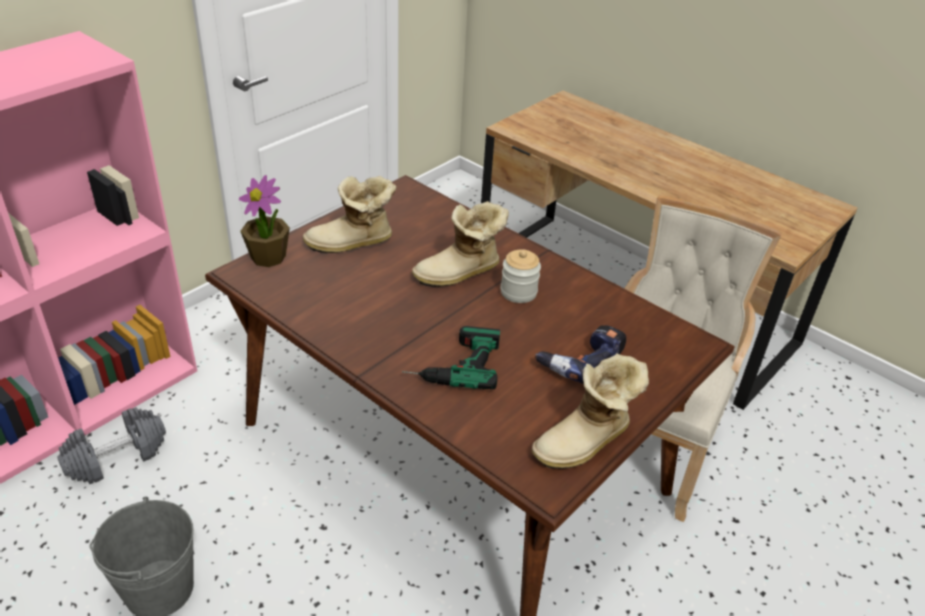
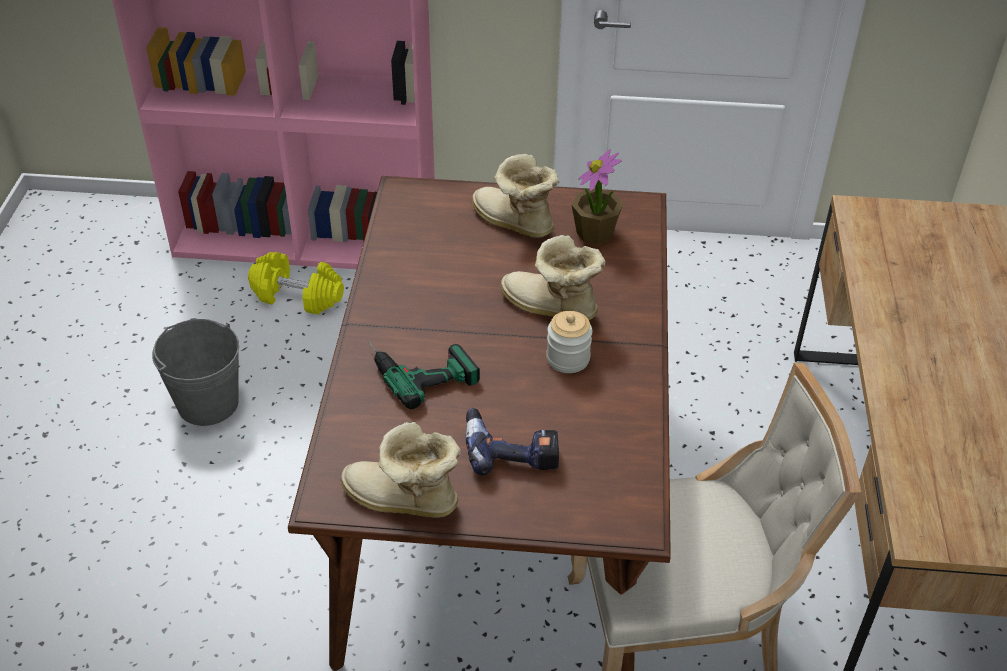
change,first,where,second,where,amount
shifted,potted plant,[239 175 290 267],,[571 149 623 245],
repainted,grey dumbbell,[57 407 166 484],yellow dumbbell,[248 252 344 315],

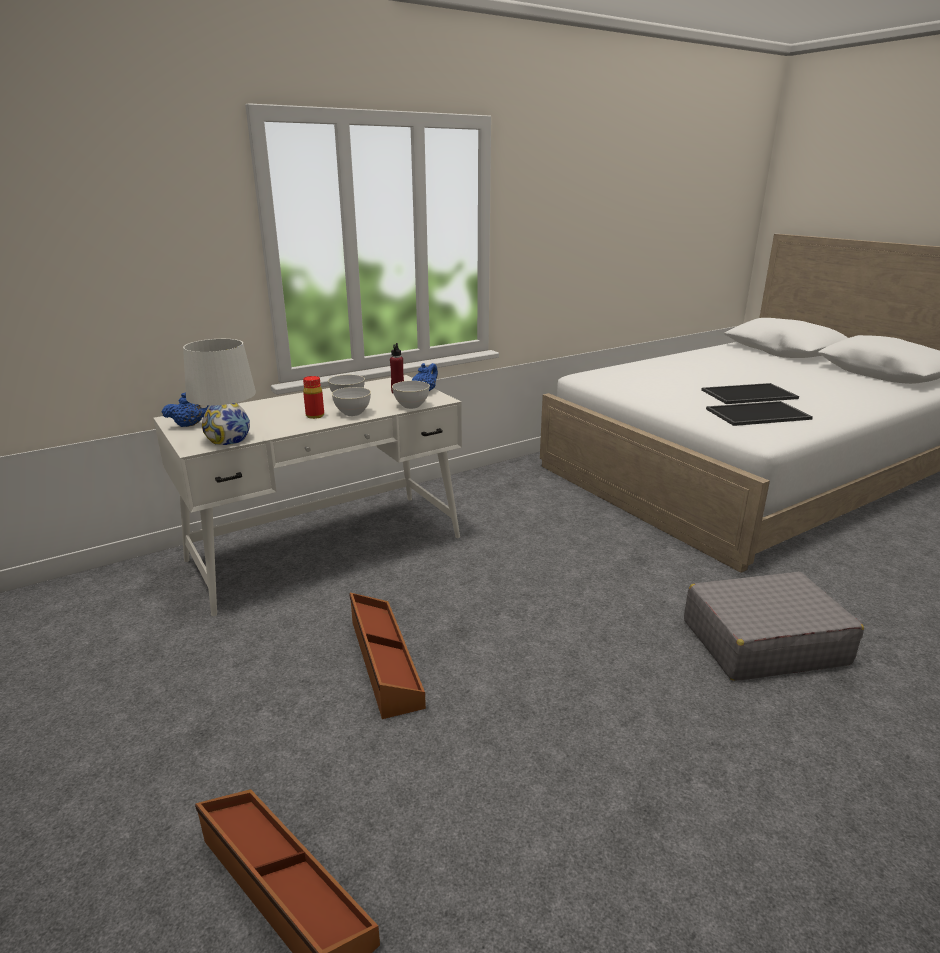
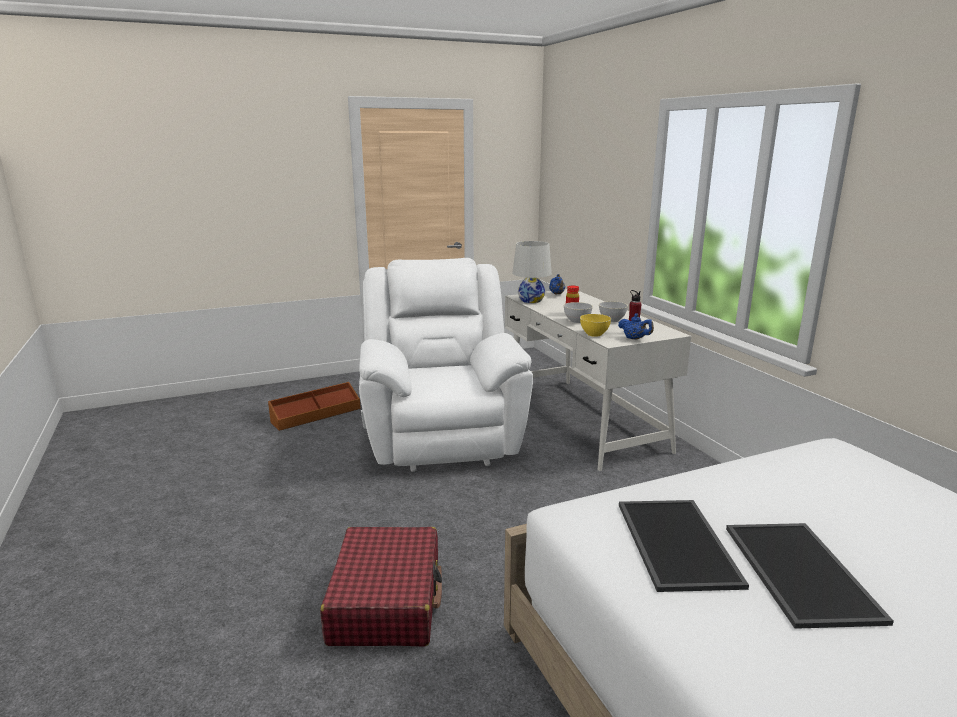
change,first,where,second,where,amount
swapped,brown storage box,[349 593 426 719],white armchair,[359 258 533 472],
repainted,grey bowl,[392 381 430 409],yellow bowl,[580 314 611 337],
repainted,grey suitcase,[684 572 864 681],red suitcase,[321 527 442 646],

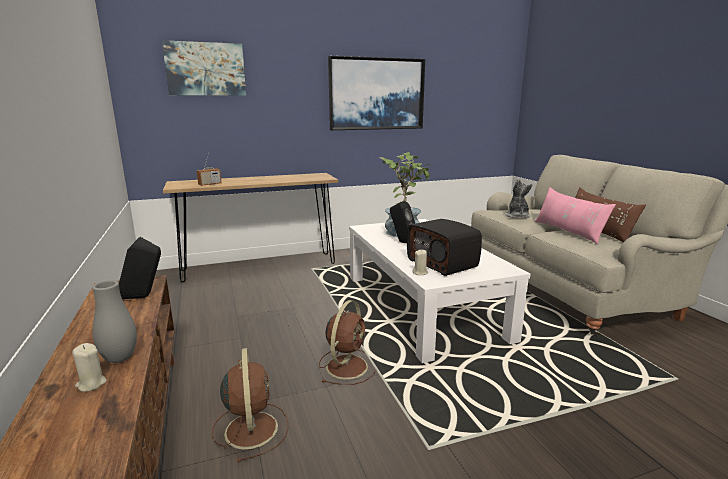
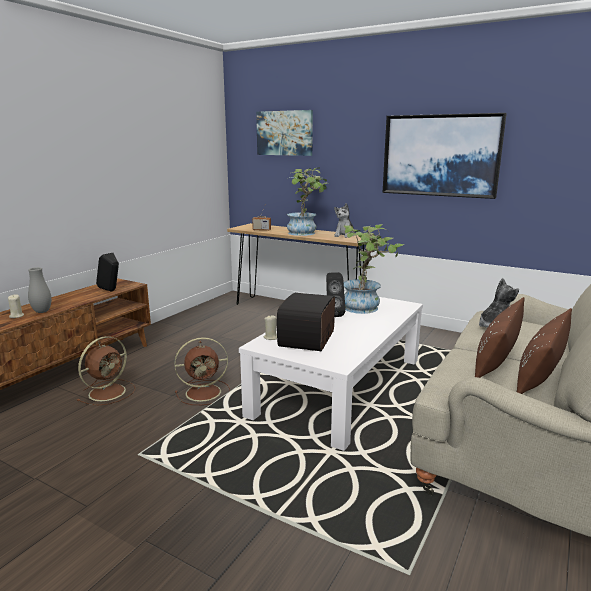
change,first,where,second,where,amount
new,,,potted plant,[287 167 327 236],
new,,,plush toy,[334 203 355 238],
repainted,pink pillow,[535 187 616 244],brown pillow,[475 297 525 378],

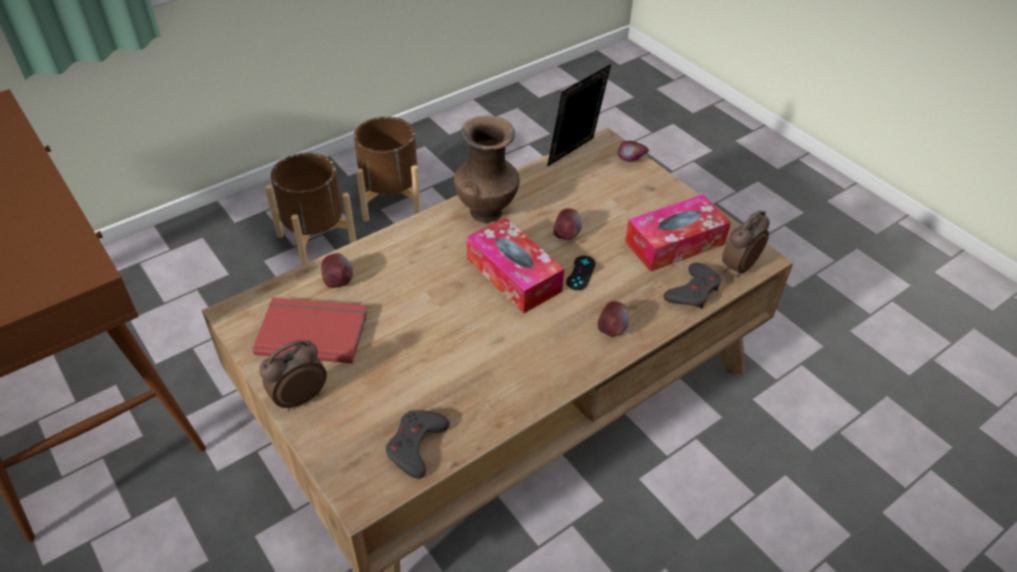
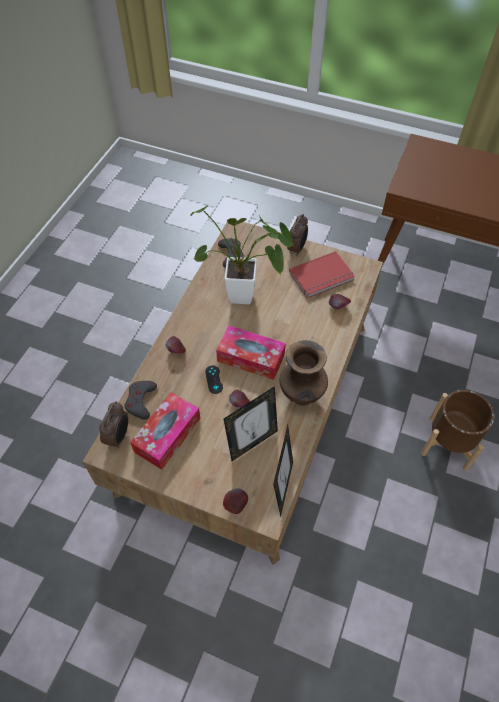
change,first,where,second,where,amount
gone,brown planter,[354 117 421 222],,,
new,,,potted plant,[190 205 293 304],
new,,,picture frame,[224 386 278 461],

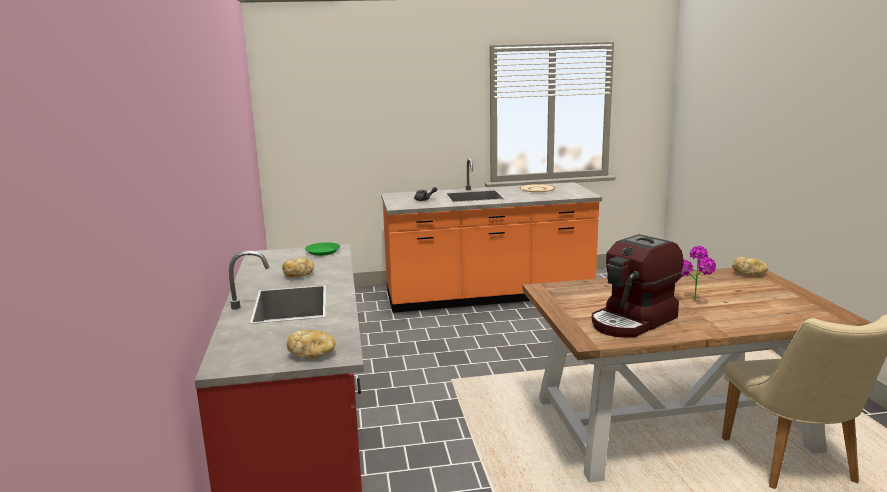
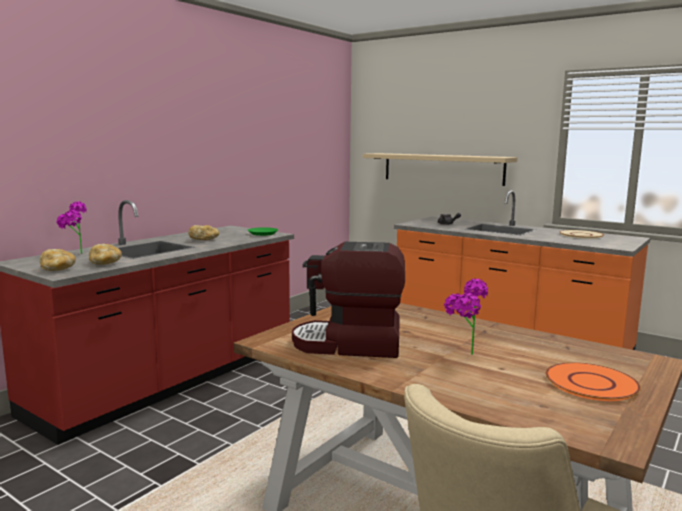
change,first,where,second,where,amount
new,,,potted plant,[56 202 87 254],
new,,,beige shelf,[363 153 518 186],
new,,,orange plate,[546 362 641 401],
shifted,bread,[732 257 768 276],,[89 244 122 265],

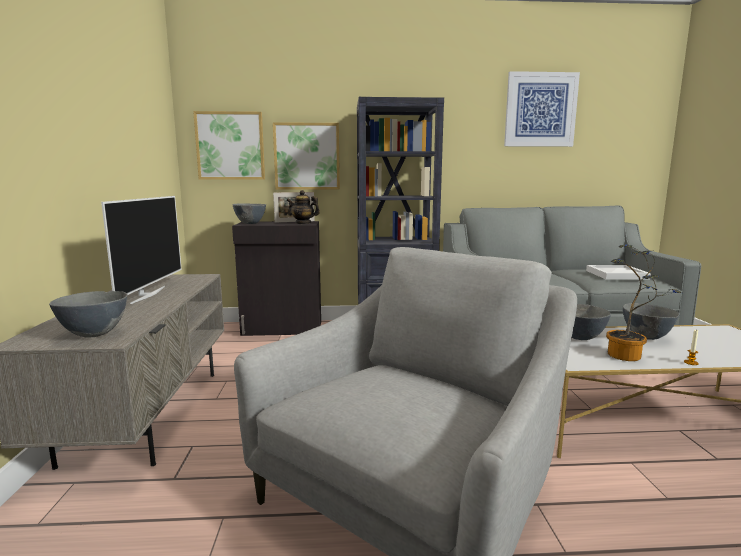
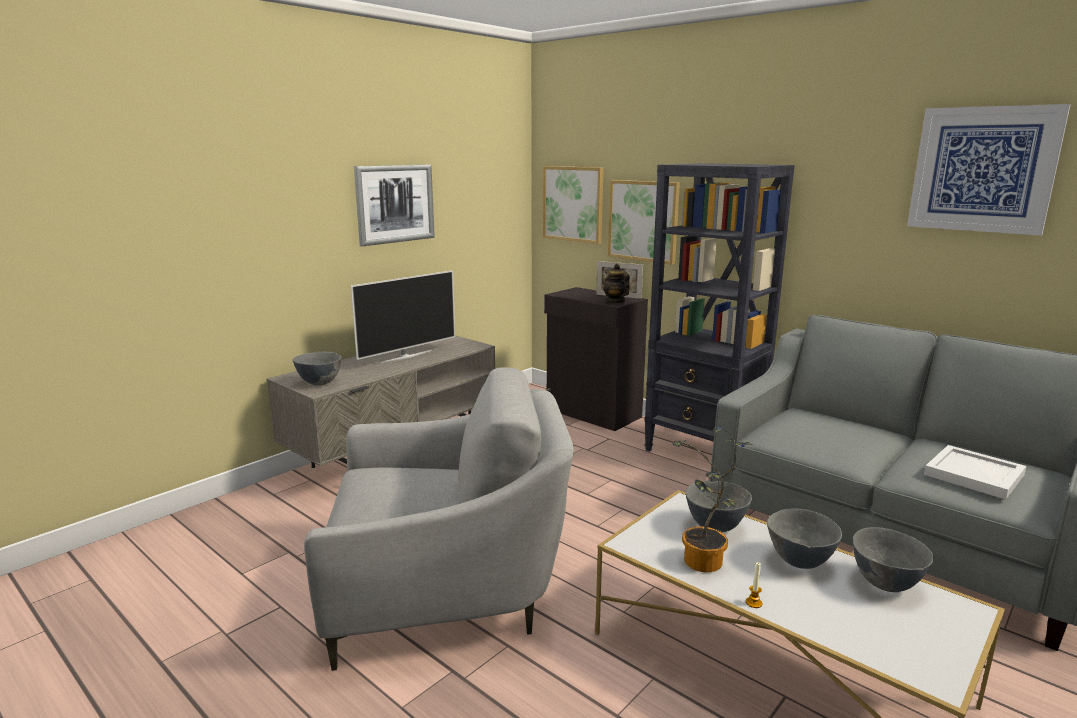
change,first,where,second,where,amount
new,,,picture,[354 165 435 246],
shifted,grey bowl,[233 203 266 224],,[853 527 934 592],

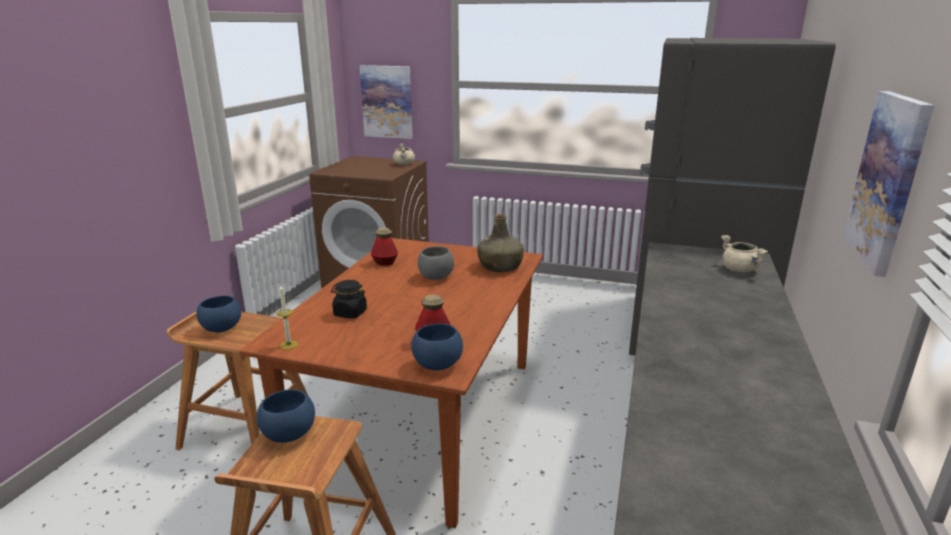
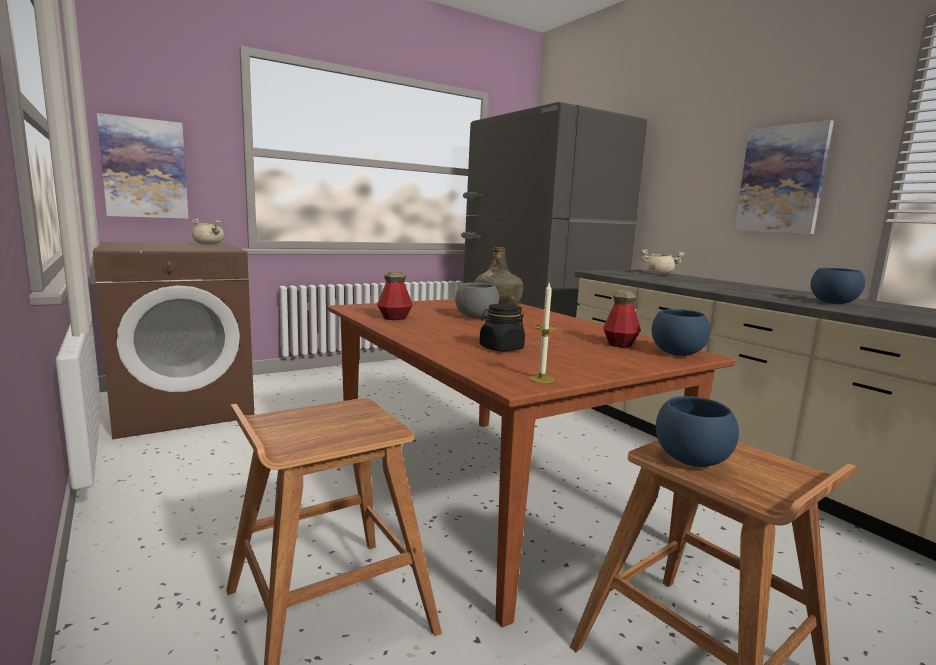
change,first,where,second,where,amount
shifted,blue bowl,[196 296 241 332],,[811 268 865 304],

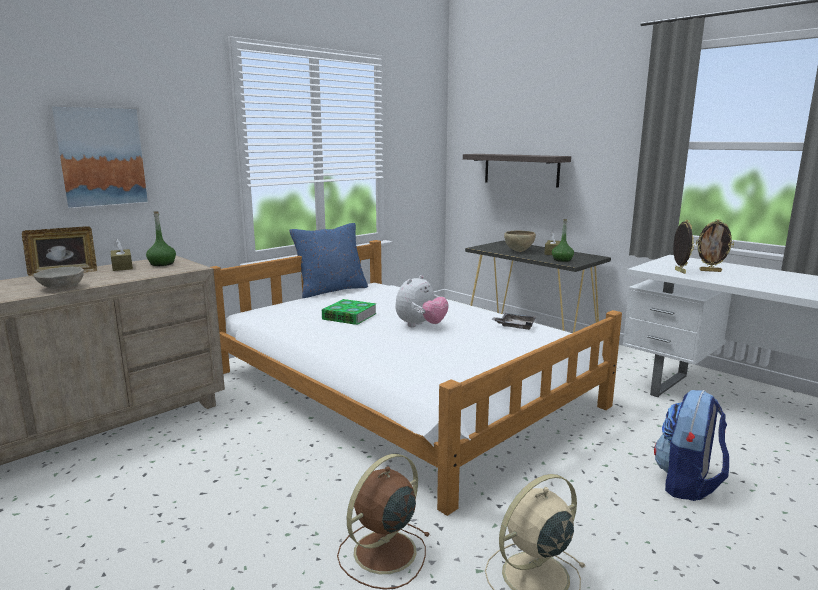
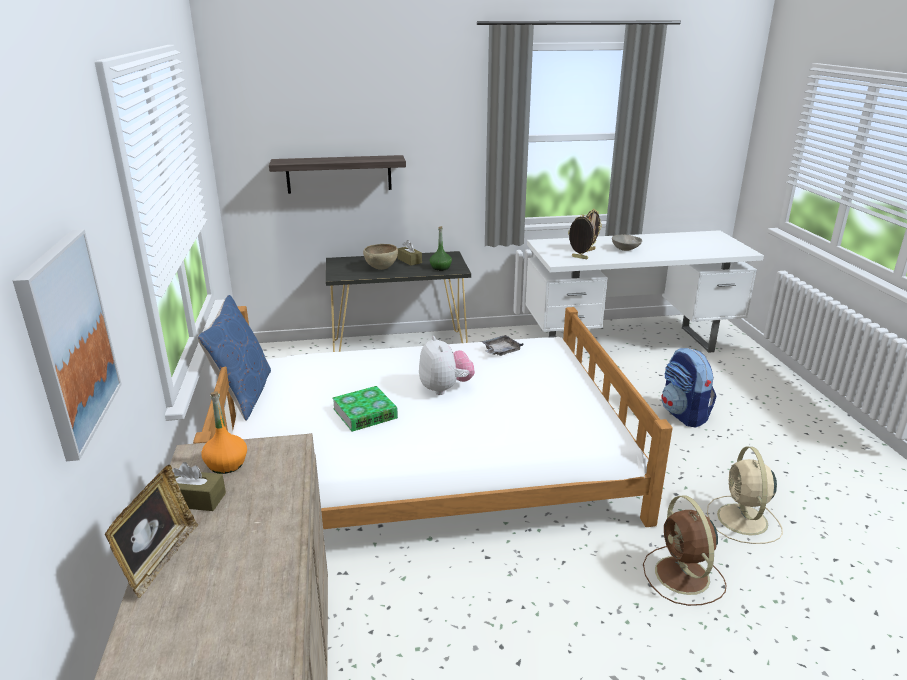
change,first,where,second,where,amount
shifted,grey bowl,[33 267 84 289],,[612 235 642 251],
repainted,green bottle,[146 211 176 266],orange bottle,[201 391 247 474],

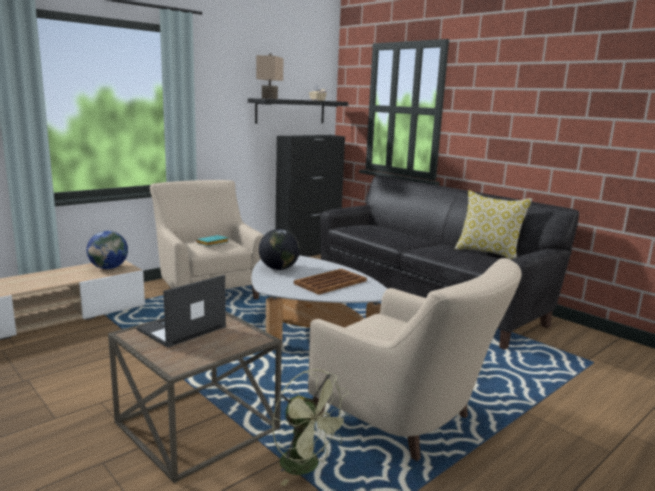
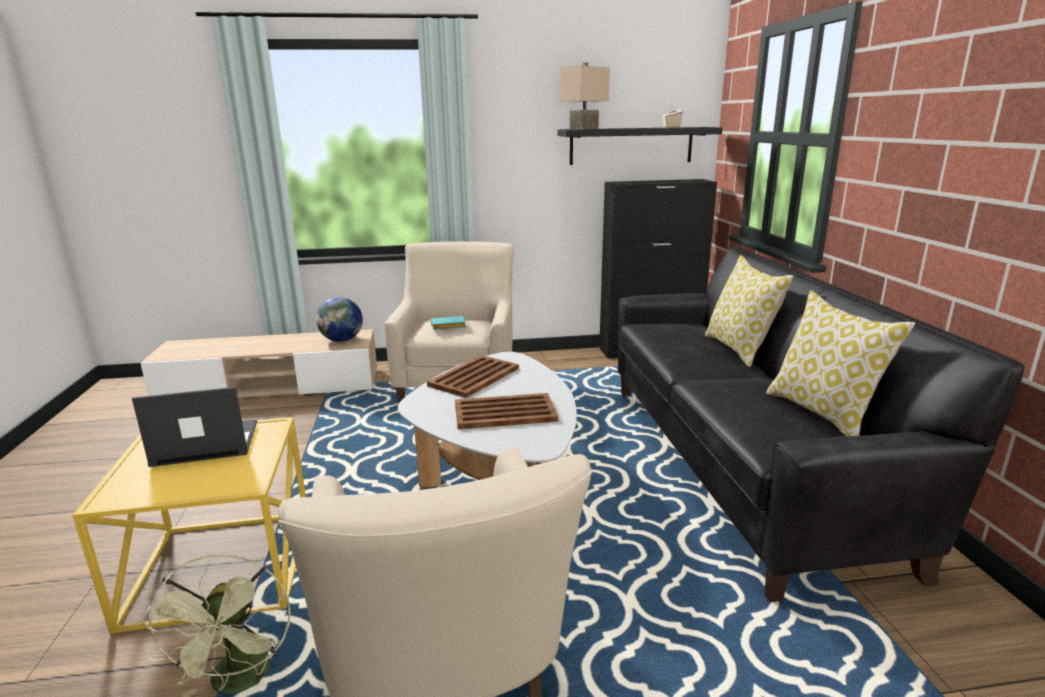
change,first,where,second,where,amount
new,,,pillow,[705 255 794 367],
swapped,globe,[259 229 300 270],brown tray,[427 355 519 398],
repainted,brown side table,[108 311 282 483],yellow side table,[72 417 306 634],

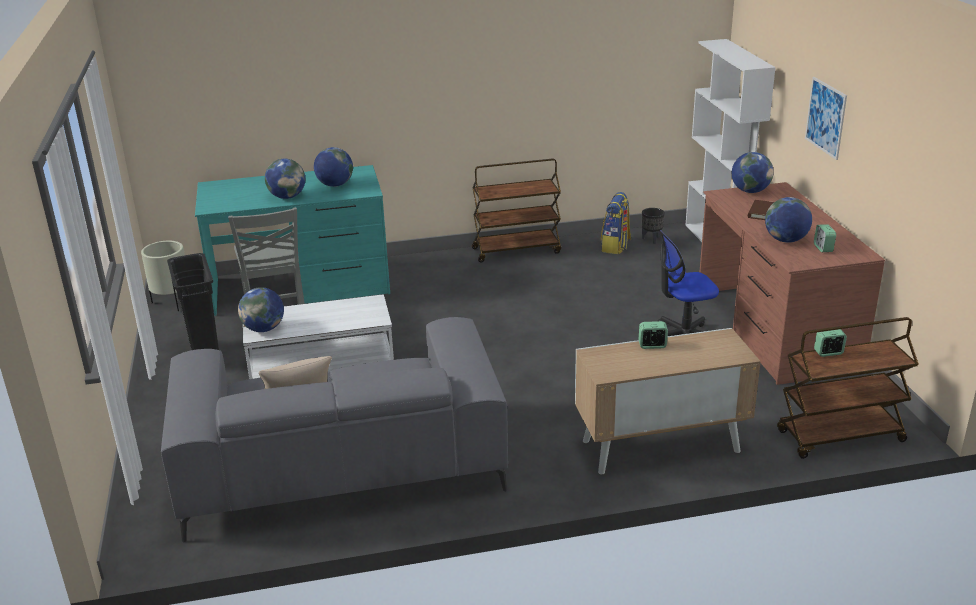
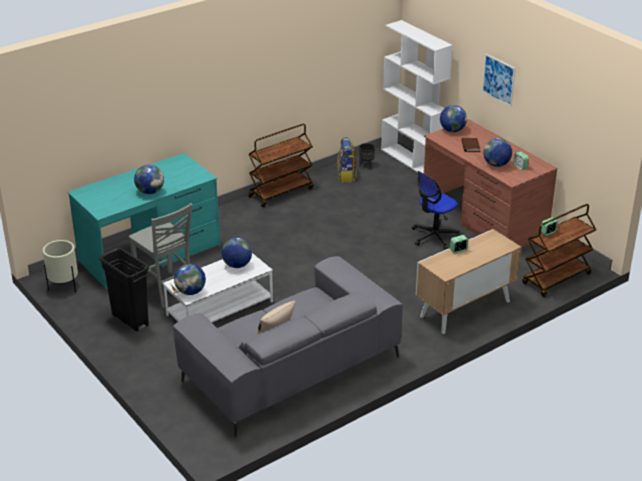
change,first,where,second,where,amount
shifted,globe,[314 147 353 187],,[222 238 252 268],

